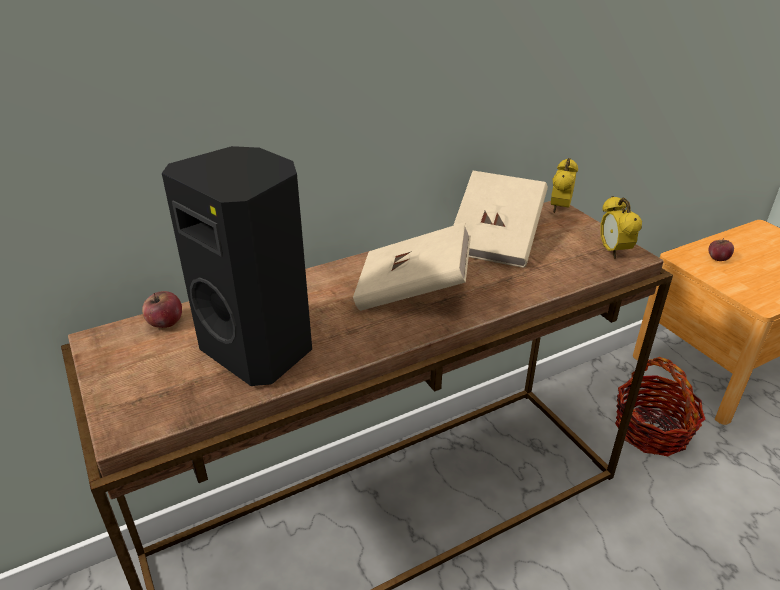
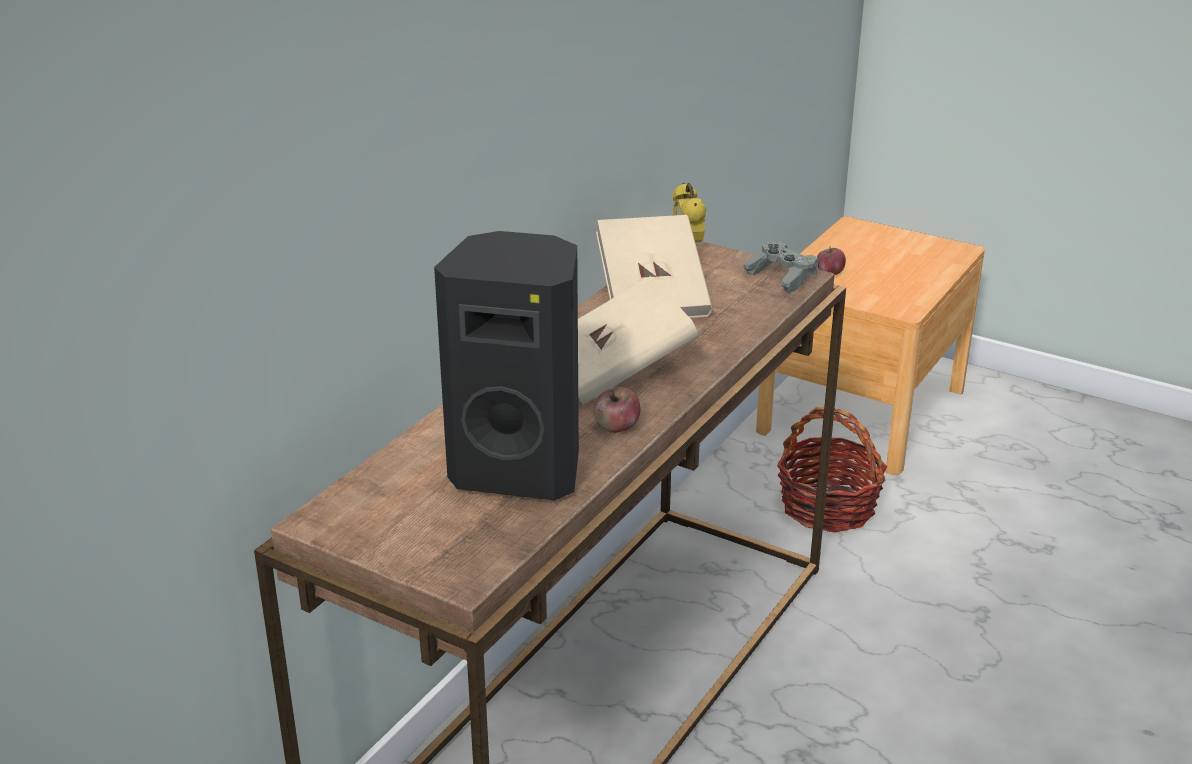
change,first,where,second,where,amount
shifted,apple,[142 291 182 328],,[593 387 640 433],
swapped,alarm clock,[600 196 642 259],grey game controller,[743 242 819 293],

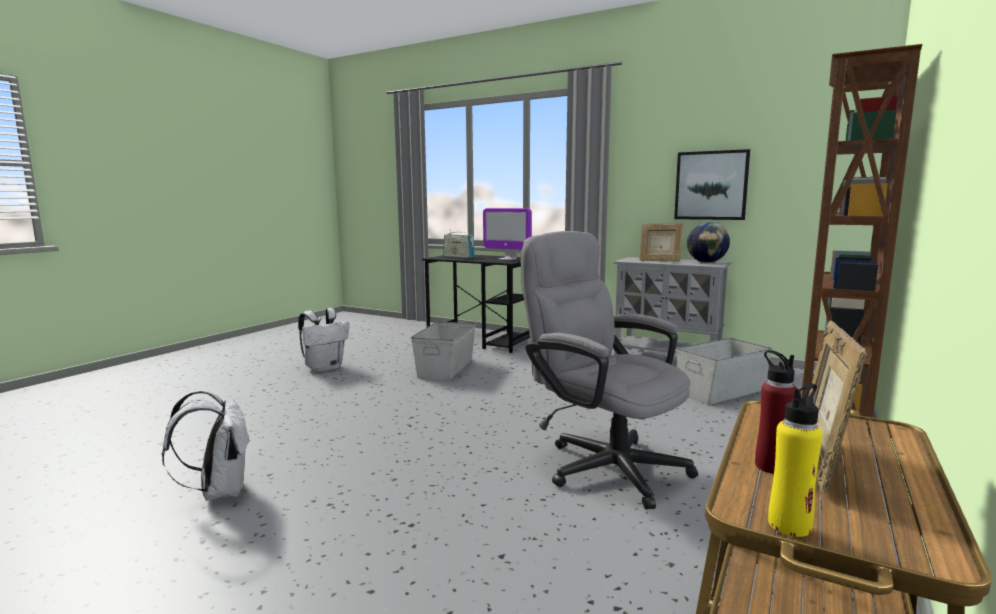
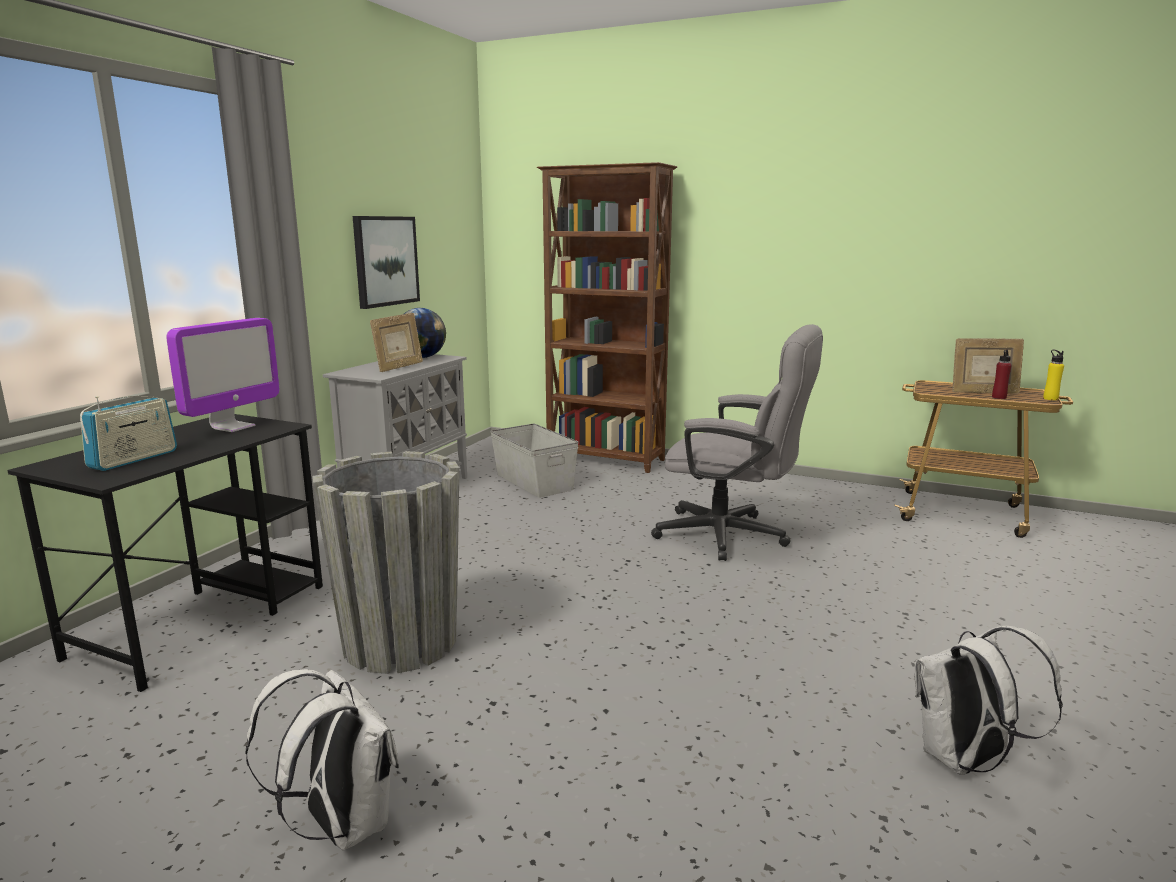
change,first,where,second,where,amount
swapped,grey storage box,[411 321 476 381],grey planter,[312 451 460 674],
rotated,grey office chair,[521 231 698 509],,[651 324 823 561],105 degrees counterclockwise

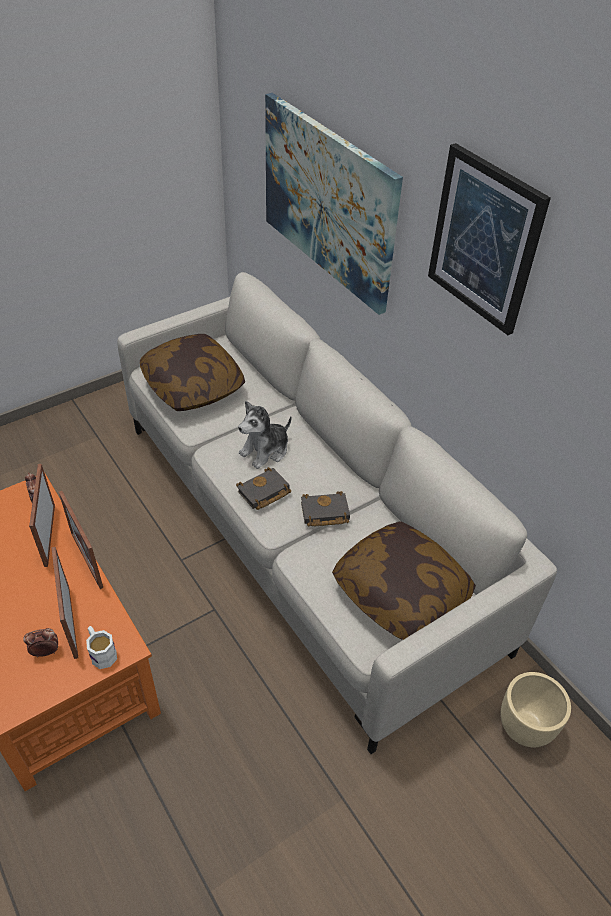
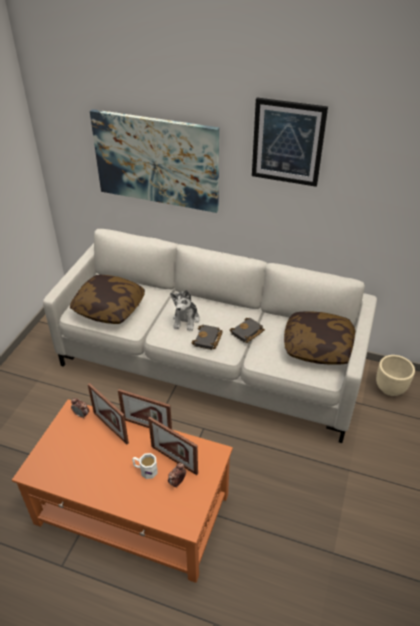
change,first,where,second,where,amount
shifted,white mug,[86 626 117 669],,[132 453 158 479],

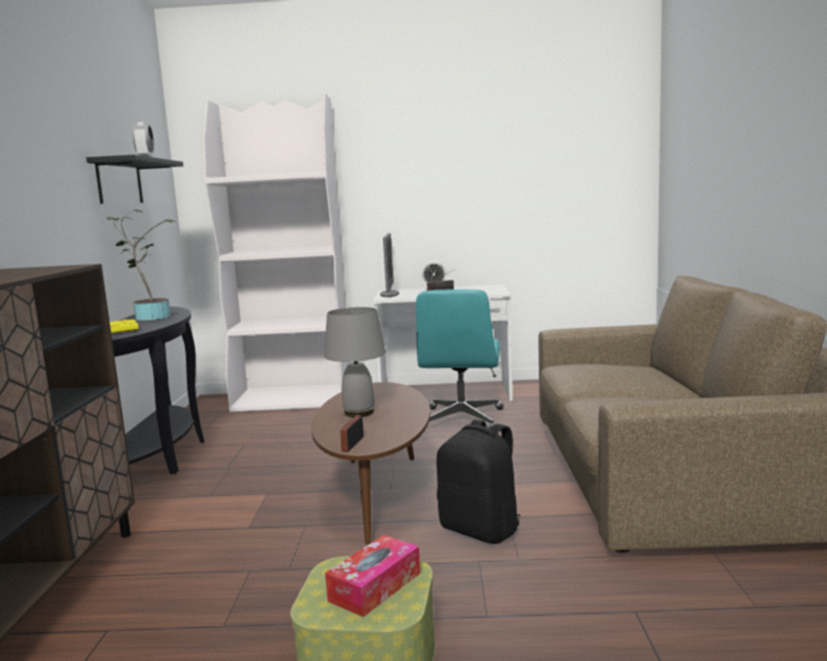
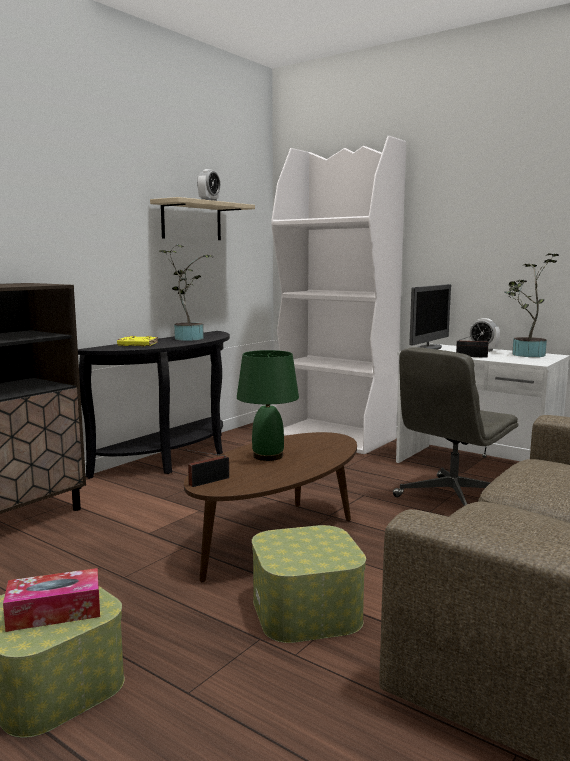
change,first,where,second,where,amount
new,,,potted plant,[504 253 559 357],
swapped,black backpack,[437 419 521 544],storage box,[252 525 366 643],
repainted,black shelf,[86 155 183 204],beige shelf,[150 197 255 240],
repainted,grey table lamp,[324 307 386 417],green table lamp,[237 350 299 461],
repainted,turquoise office chair,[416 289 503 427],grey office chair,[393 347 518 506],

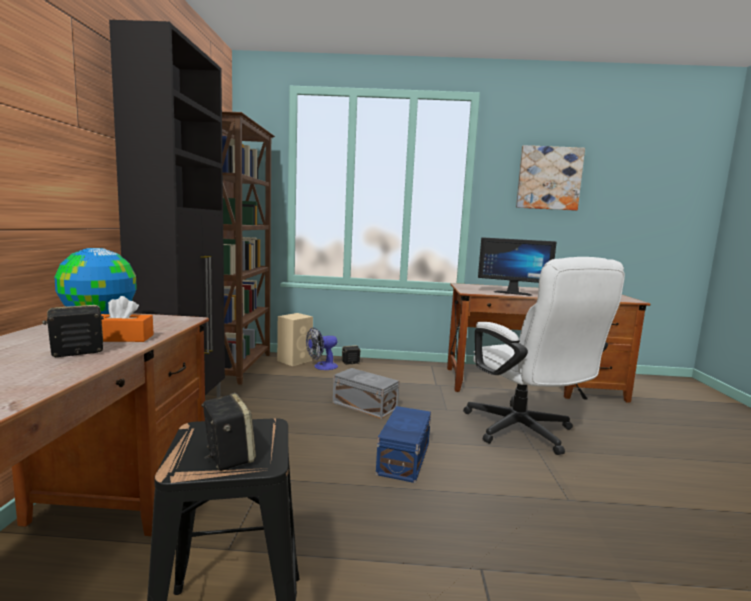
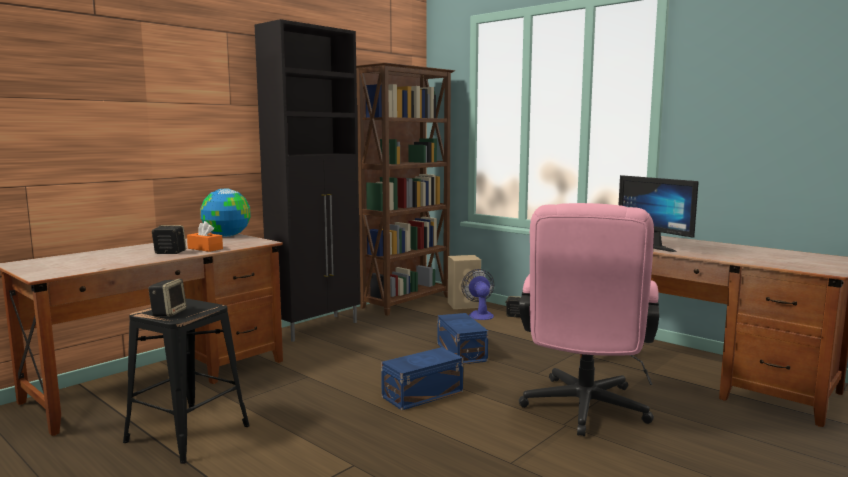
change,first,where,second,where,amount
gone,picture,[516 145 585 210],,,
repainted,grey storage box,[333 368 399 419],blue storage box,[438 313 488 364],
repainted,white office chair,[463 257 625 455],pink office chair,[519 203 659 436],
rotated,fan,[306 328 338 370],,[462 269 494 320],75 degrees clockwise

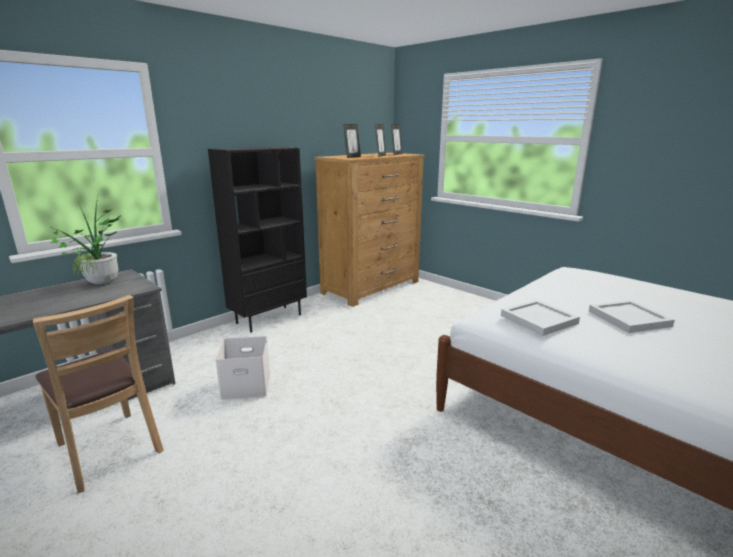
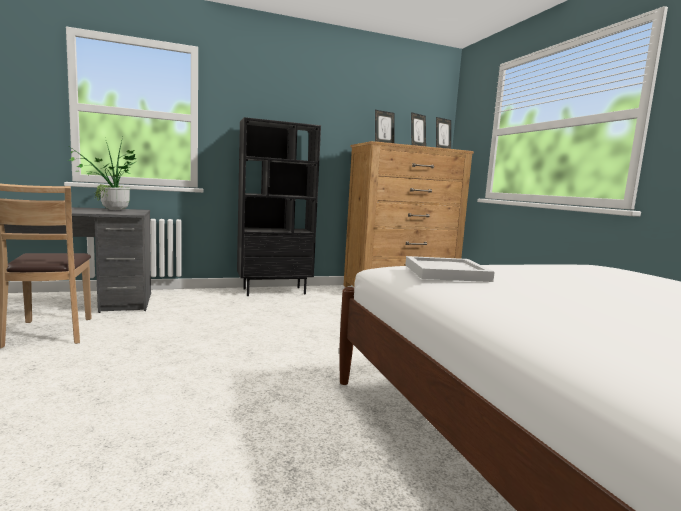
change,first,where,second,where,amount
gone,white storage box,[215 336 270 400],,,
gone,white tray,[589 300 675 333],,,

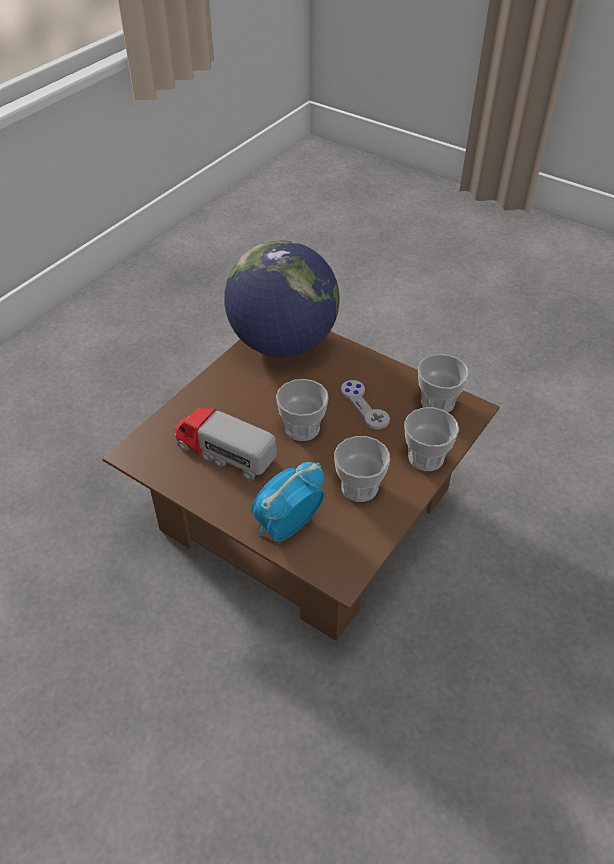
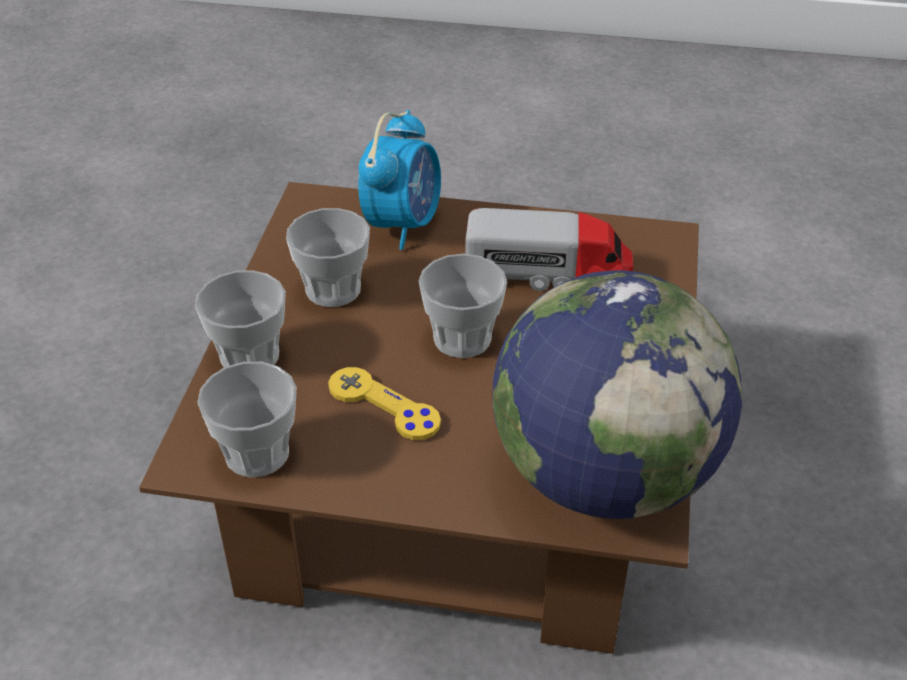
change,first,where,second,where,amount
repainted,grey game controller,[341 380 390 429],yellow game controller,[328 367 441 440],

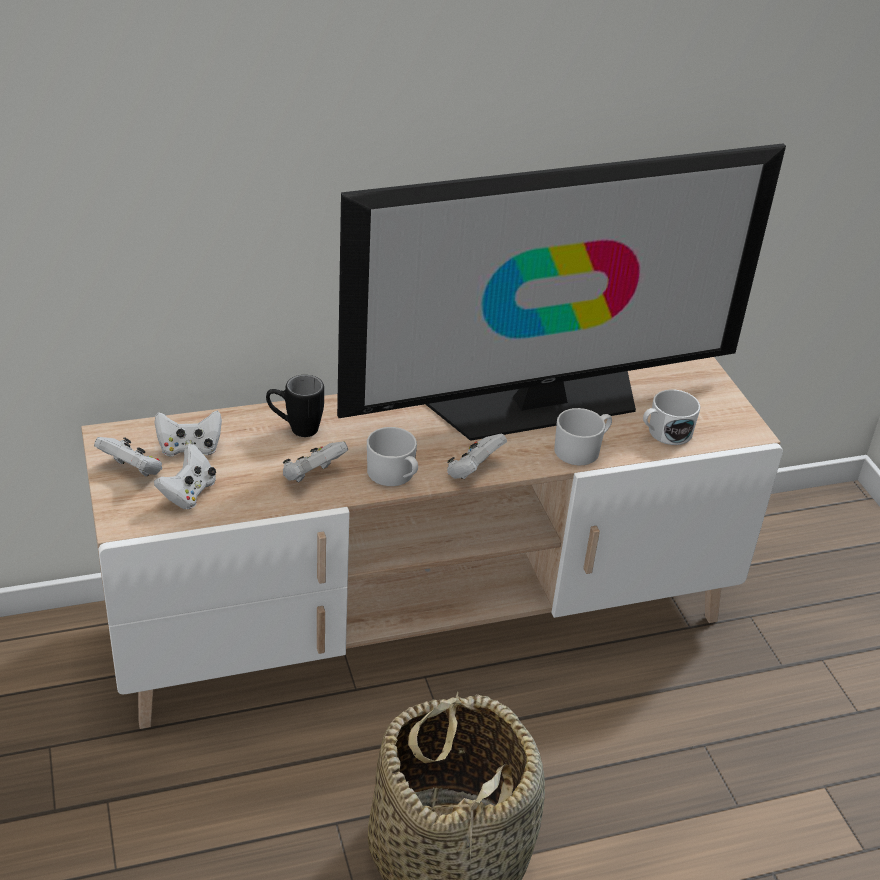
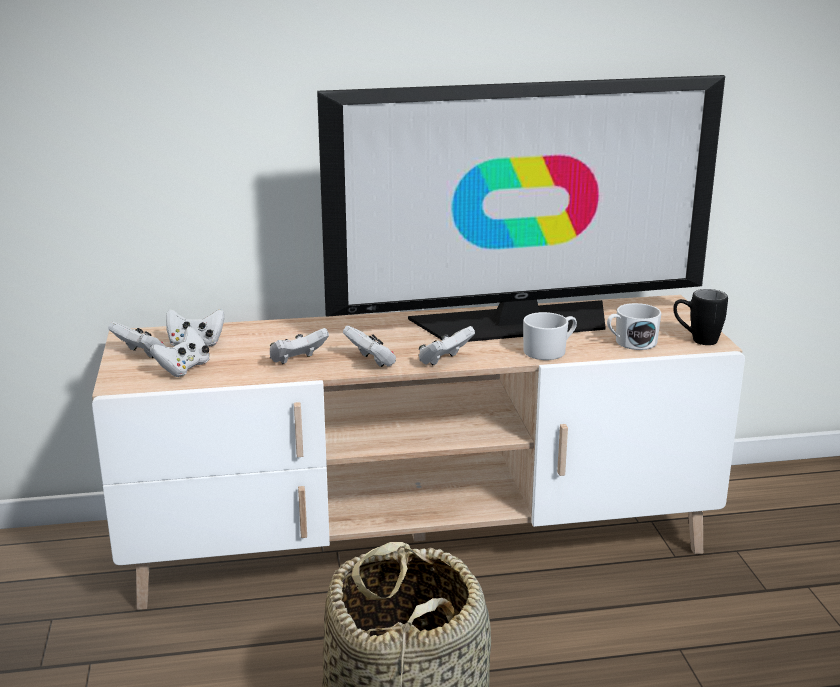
change,first,where,second,where,amount
shifted,black mug,[266 375 324 437],,[673 289 728 345],
swapped,white mug,[367 427 418 486],white game controller,[343 326 396 367],

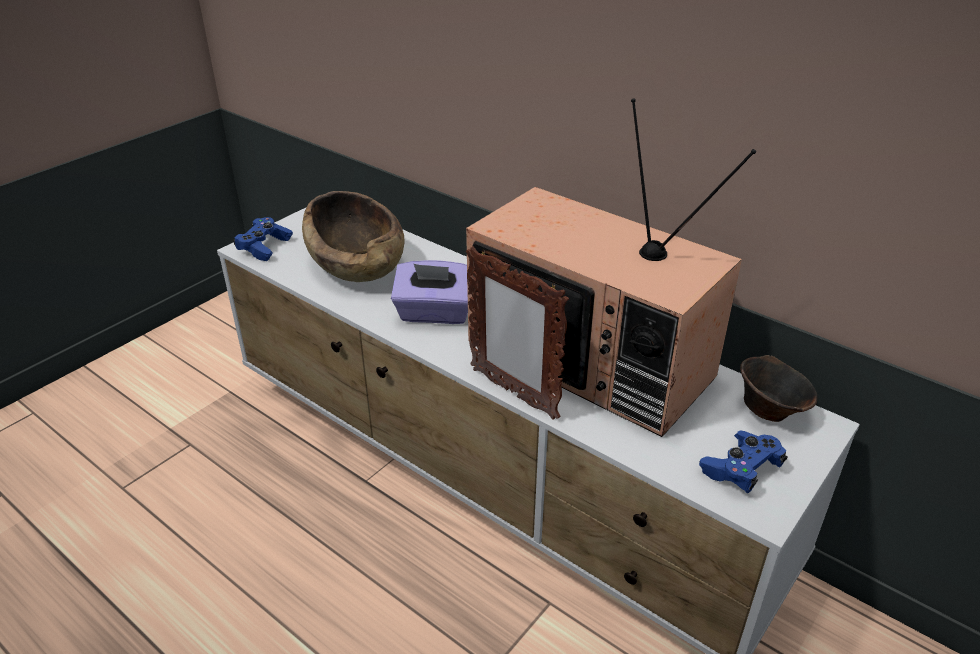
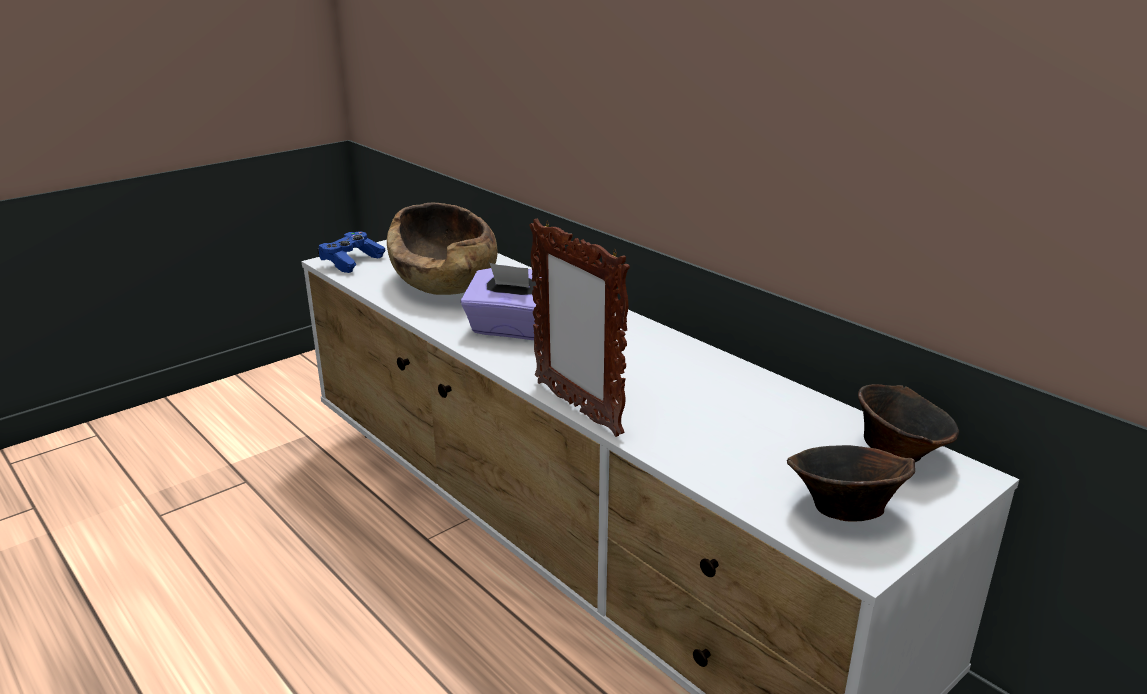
change,first,where,second,where,amount
gone,television,[466 99 756 437],,,
swapped,blue game controller,[699 431 788 493],brown bowl,[787 445 915 521],

